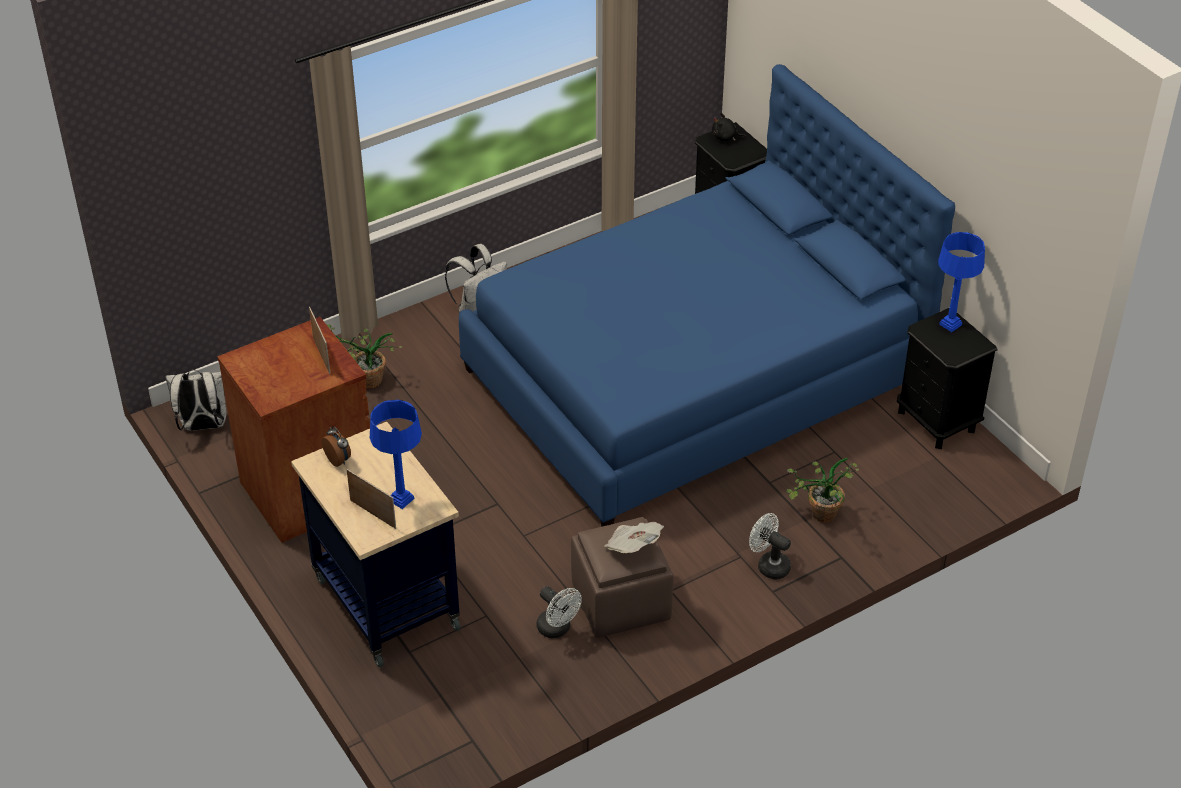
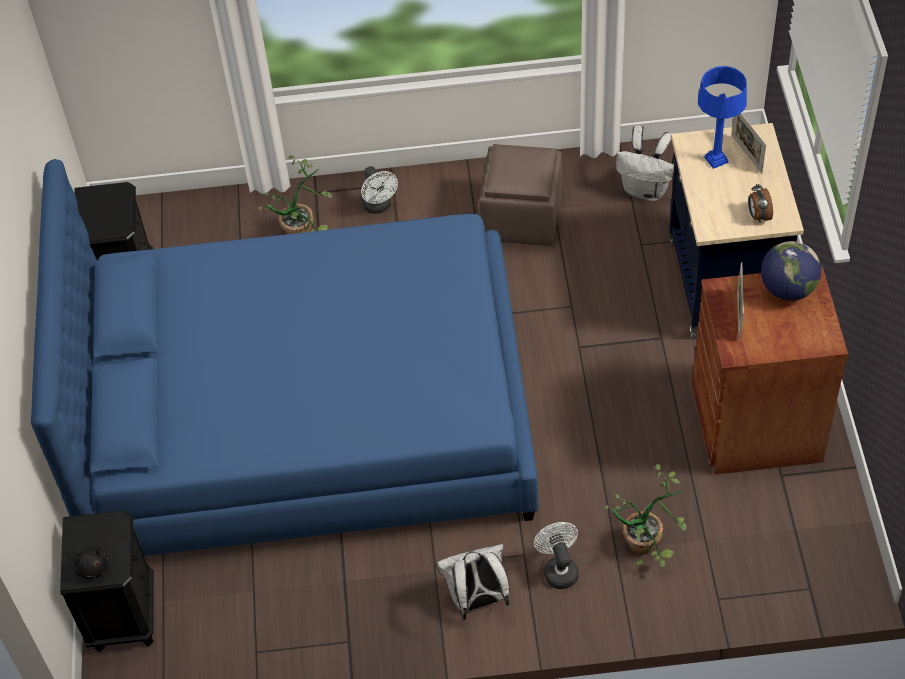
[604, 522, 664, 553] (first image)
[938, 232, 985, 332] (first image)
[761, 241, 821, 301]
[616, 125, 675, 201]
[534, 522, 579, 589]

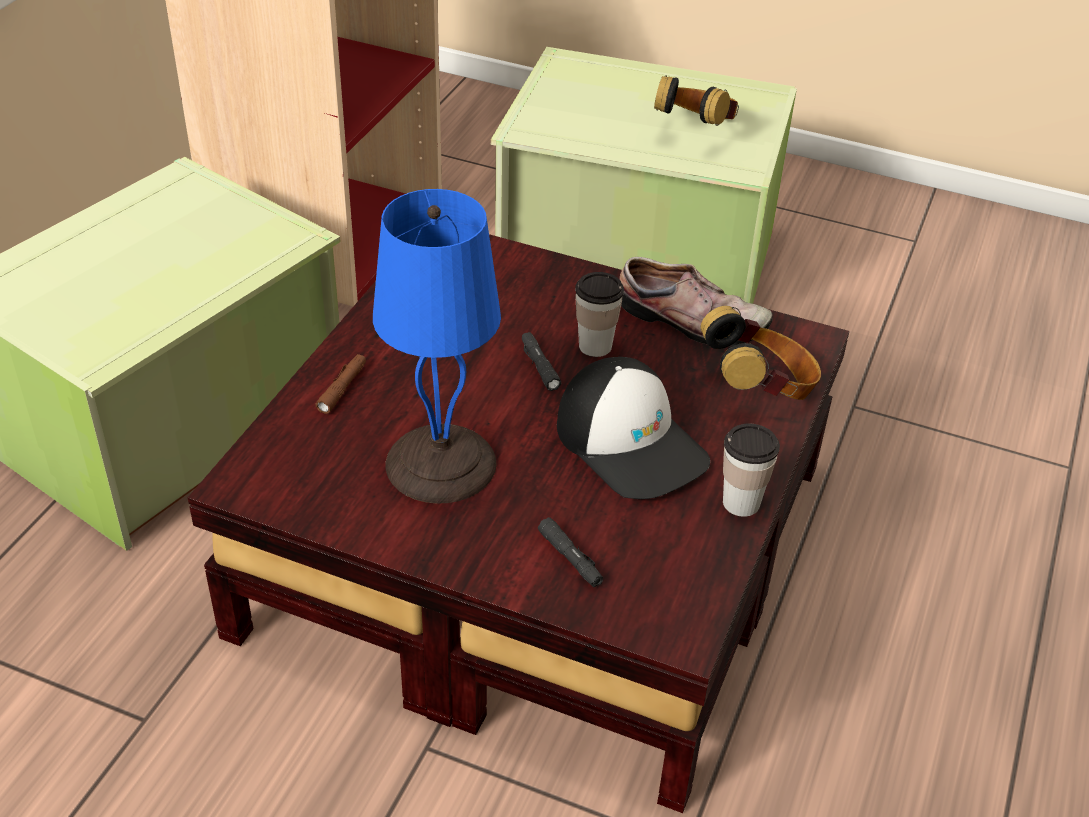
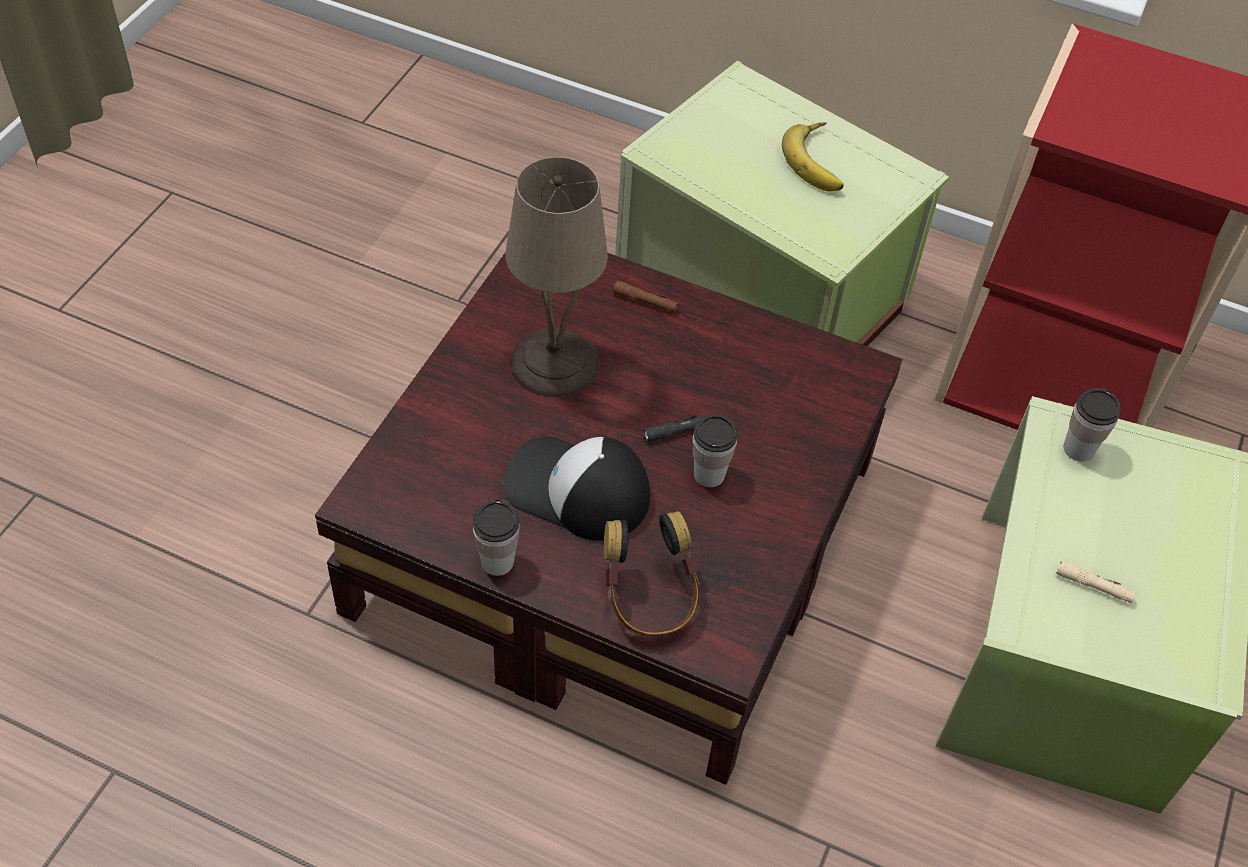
[538, 517, 603, 587] (first image)
[619, 257, 772, 346] (first image)
[782, 122, 844, 192]
[1064, 388, 1121, 462]
[1056, 560, 1137, 603]
[506, 157, 608, 397]
[503, 436, 650, 541]

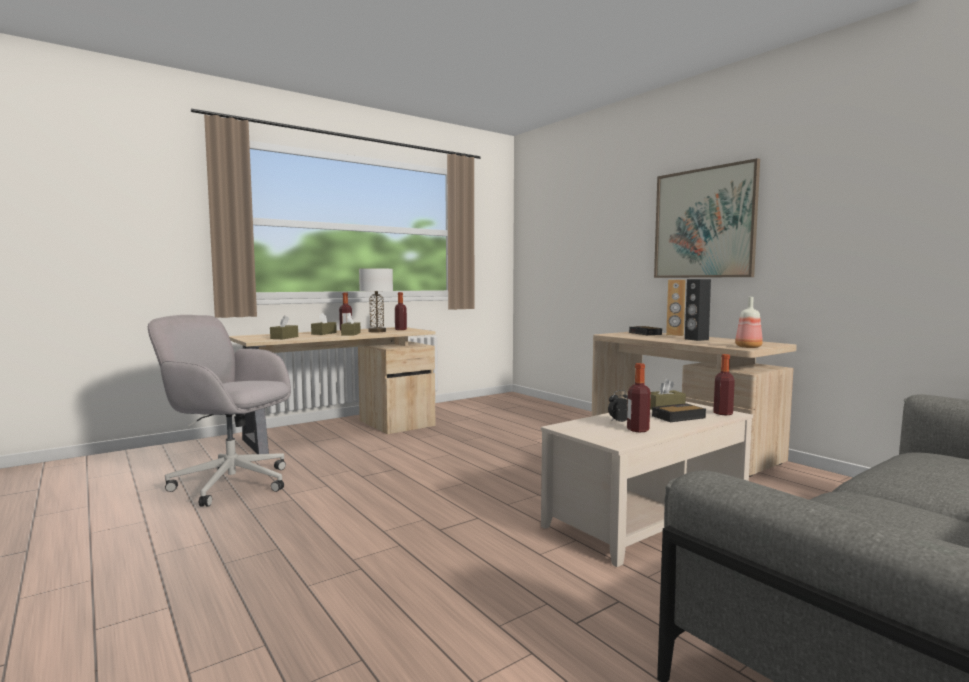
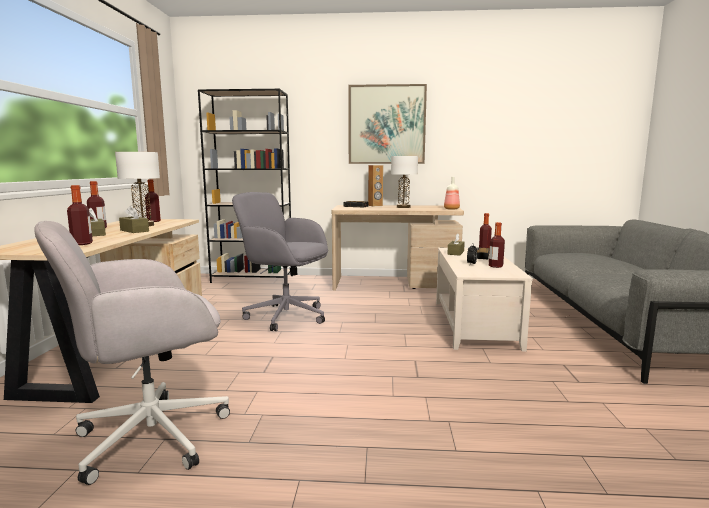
[198, 89, 291, 283]
[232, 192, 328, 331]
[67, 185, 93, 245]
[391, 156, 418, 208]

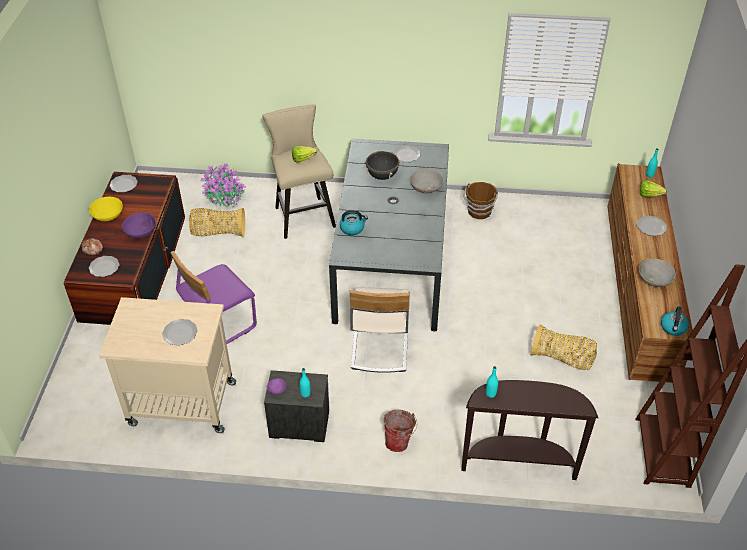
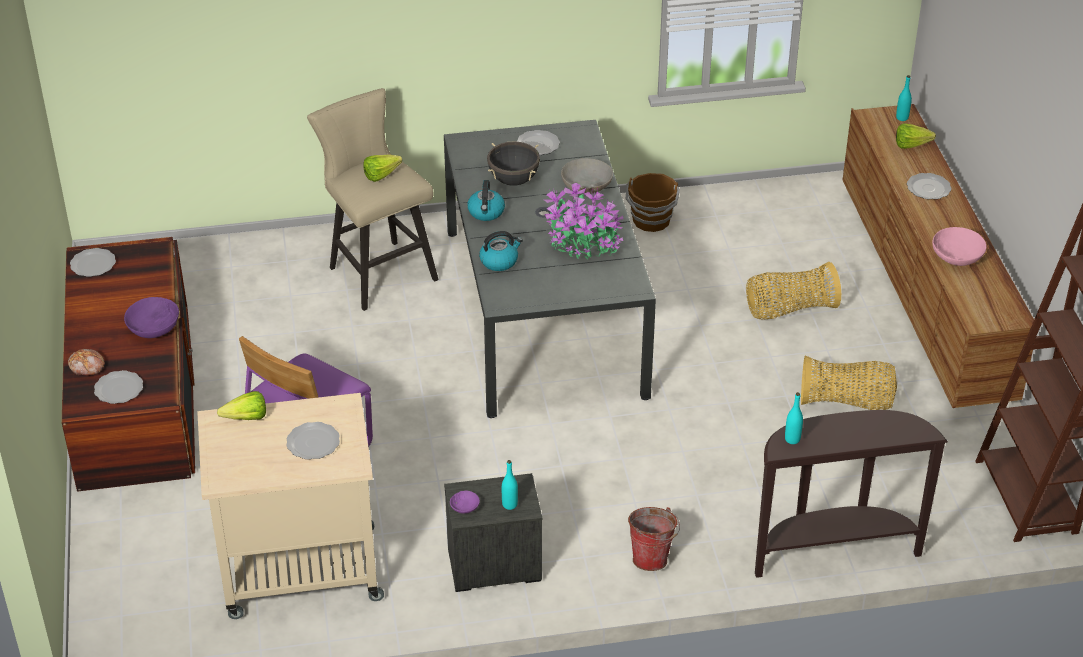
[89, 197, 123, 221] (first image)
[350, 287, 410, 373] (first image)
[217, 391, 266, 420]
[746, 262, 841, 320]
[544, 183, 623, 259]
[467, 180, 505, 221]
[932, 227, 986, 266]

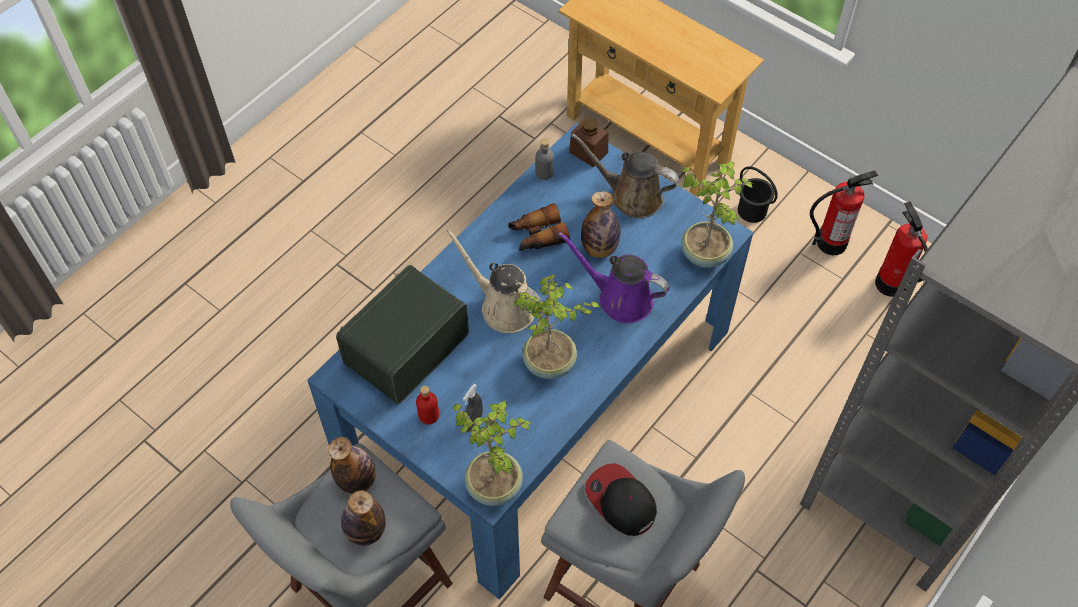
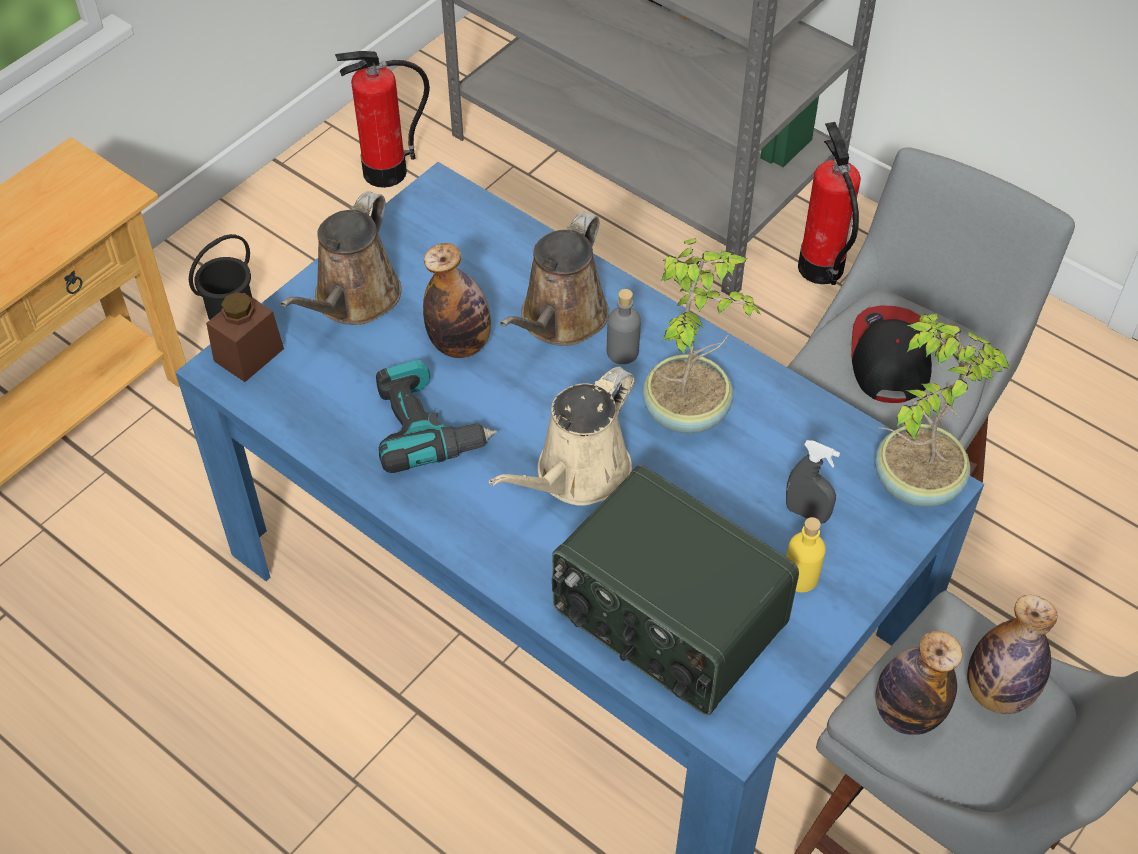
[681, 161, 754, 268] (first image)
[607, 289, 641, 364]
[798, 122, 861, 285]
[376, 360, 497, 473]
[786, 517, 826, 593]
[500, 212, 609, 346]
[852, 305, 932, 403]

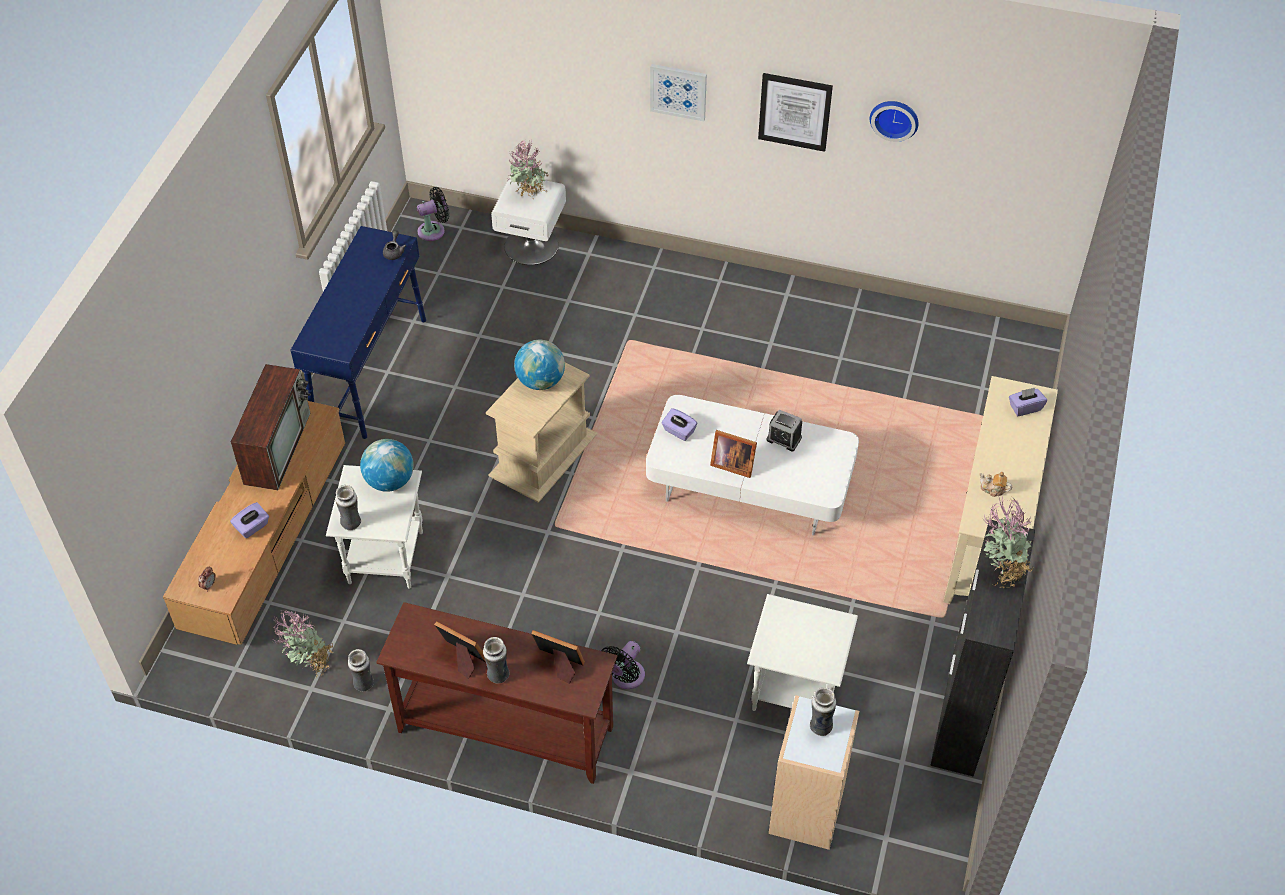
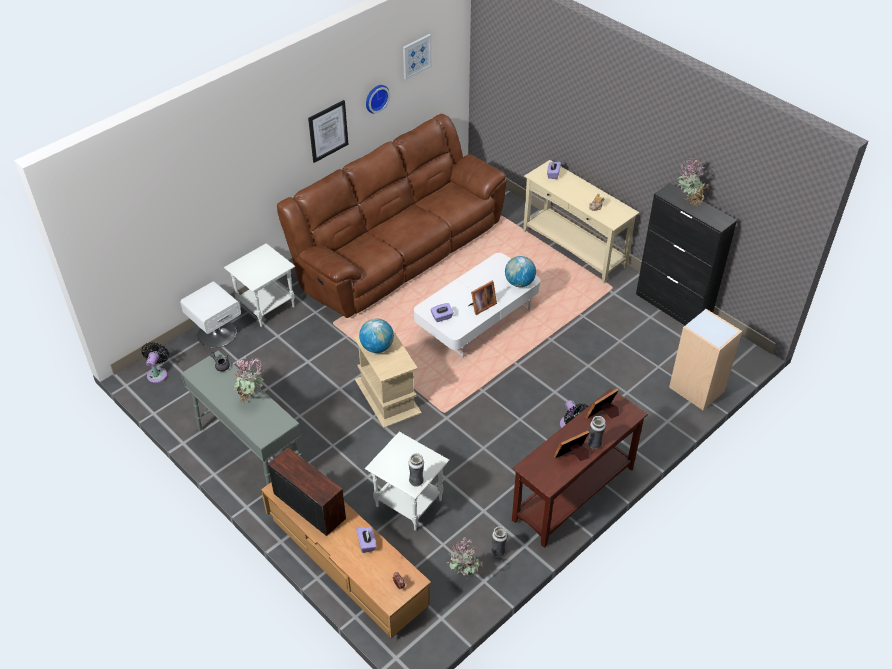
[766, 410, 802, 451] (first image)
[810, 687, 836, 736] (first image)
[277, 114, 507, 318]
[505, 256, 536, 287]
[233, 355, 264, 403]
[403, 34, 432, 80]
[224, 243, 295, 327]
[181, 350, 301, 485]

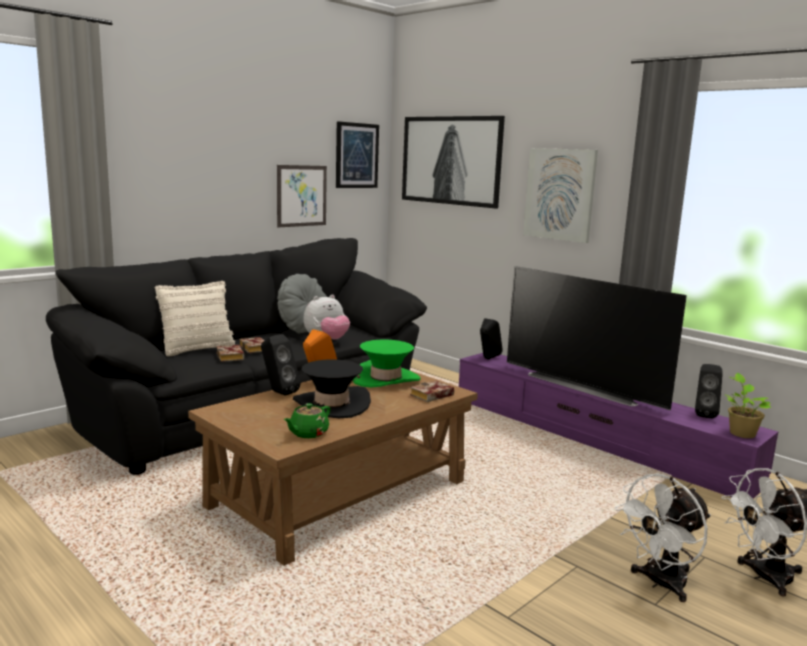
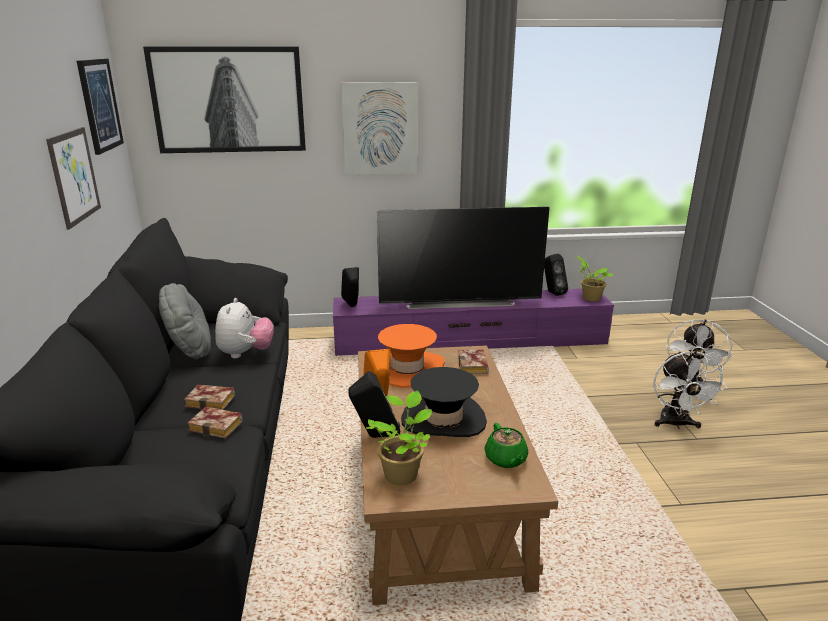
[155, 281, 235, 356] (first image)
[366, 390, 432, 485]
[378, 324, 445, 388]

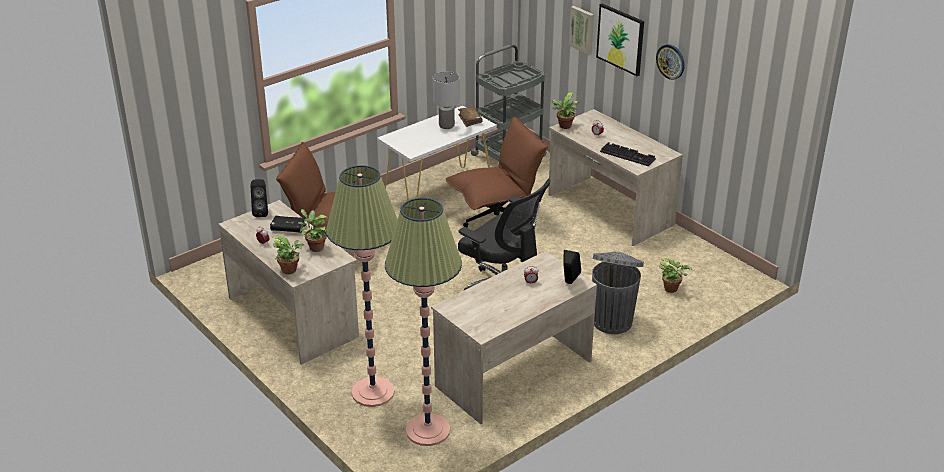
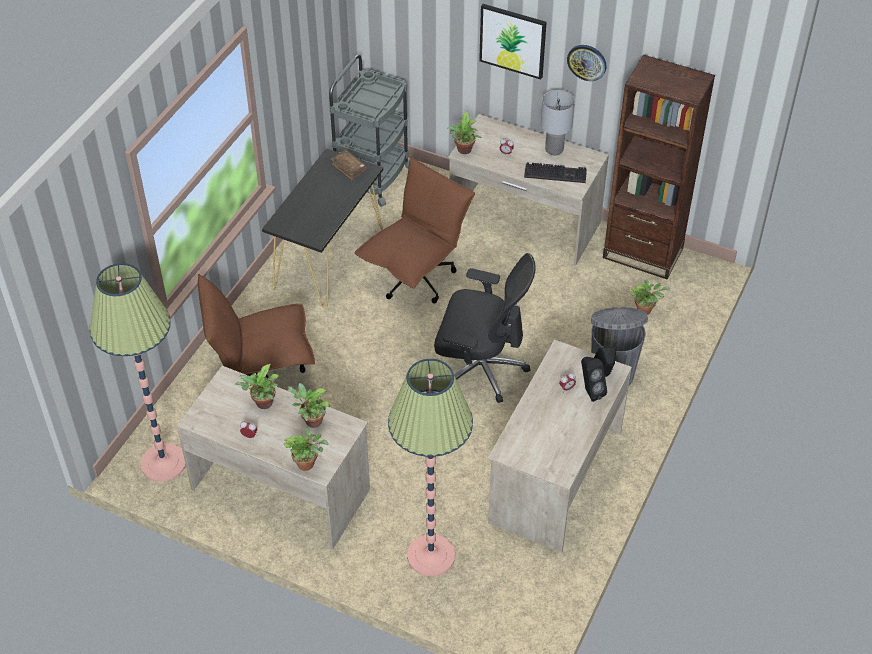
[569, 6, 594, 55] (first image)
[603, 55, 715, 279]
[581, 357, 607, 402]
[89, 263, 186, 482]
[541, 90, 575, 156]
[235, 364, 280, 409]
[262, 148, 383, 308]

